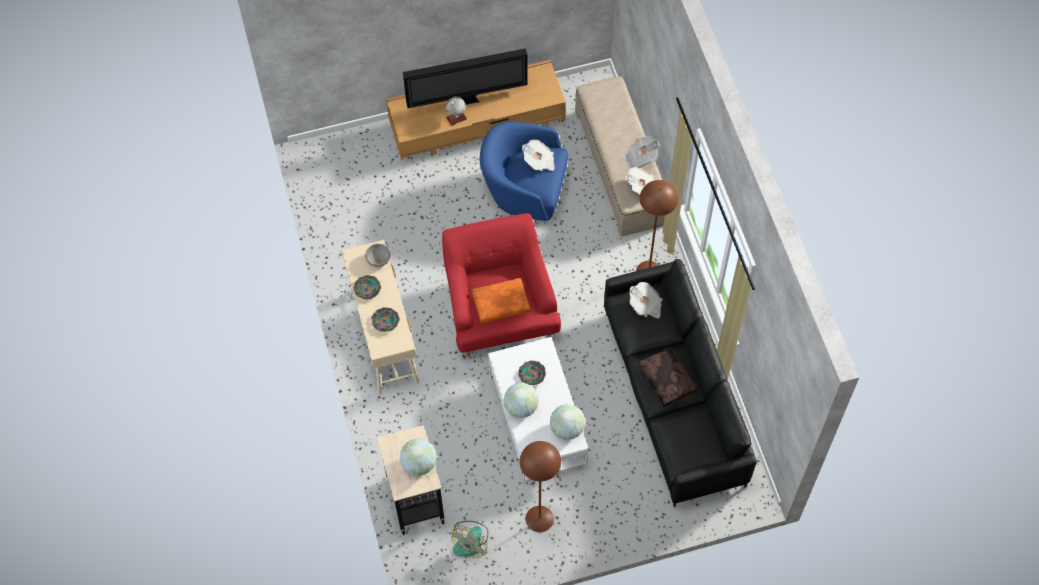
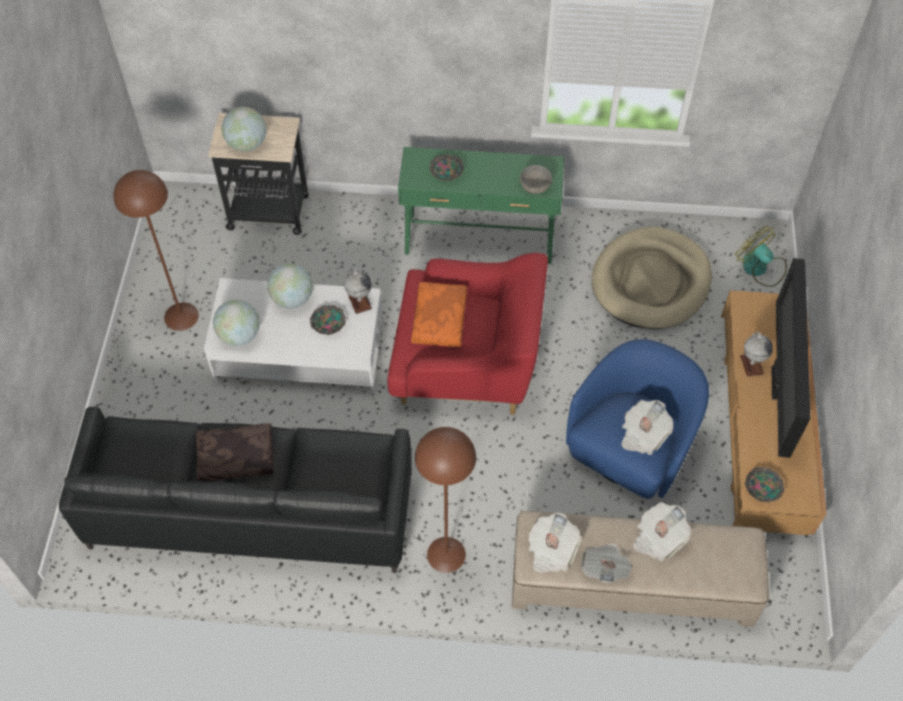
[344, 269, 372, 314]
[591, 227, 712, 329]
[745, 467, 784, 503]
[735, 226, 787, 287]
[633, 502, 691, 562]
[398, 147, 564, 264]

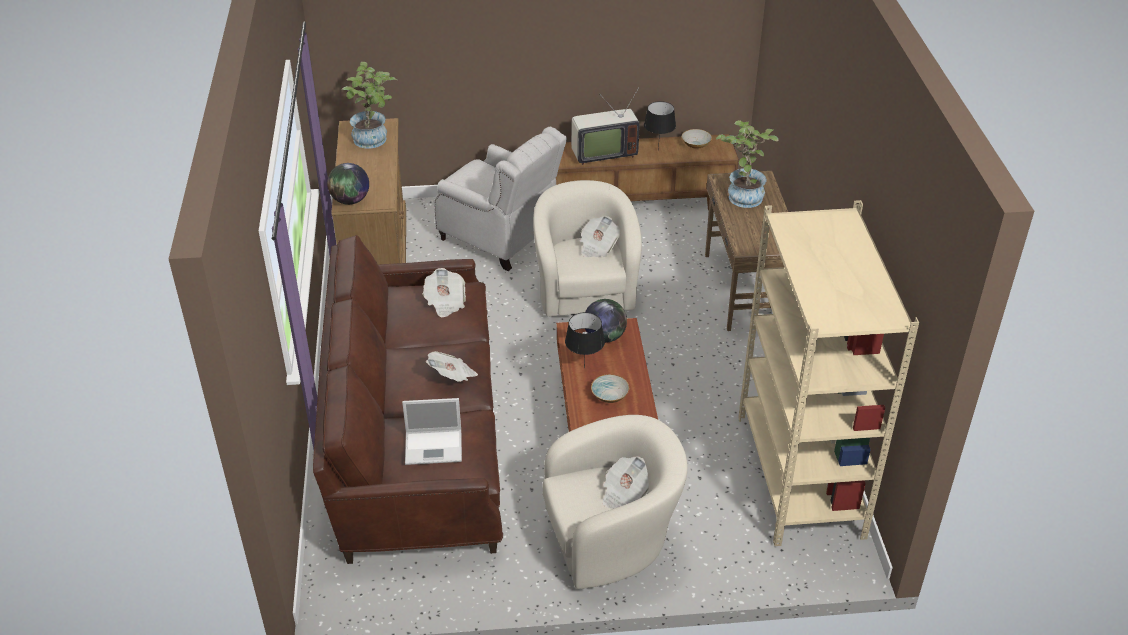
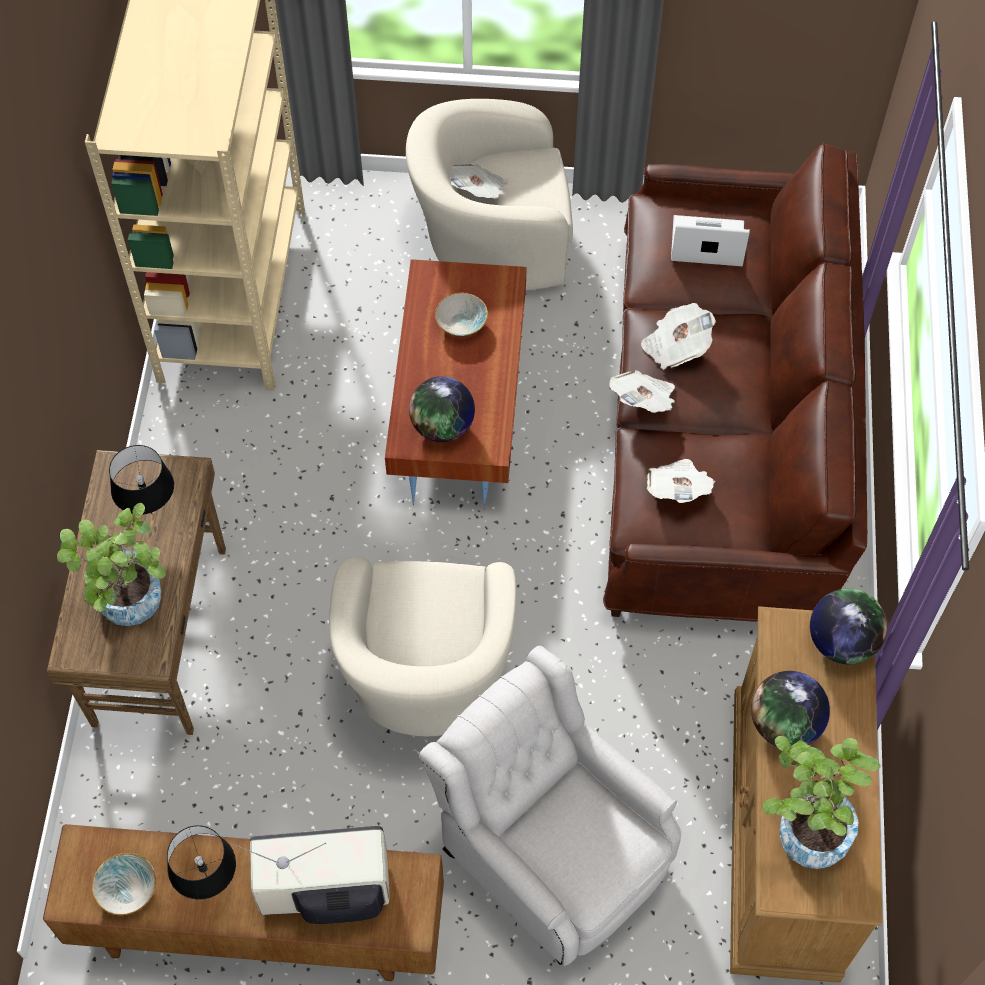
[751, 671, 830, 746]
[109, 445, 174, 515]
[609, 370, 675, 413]

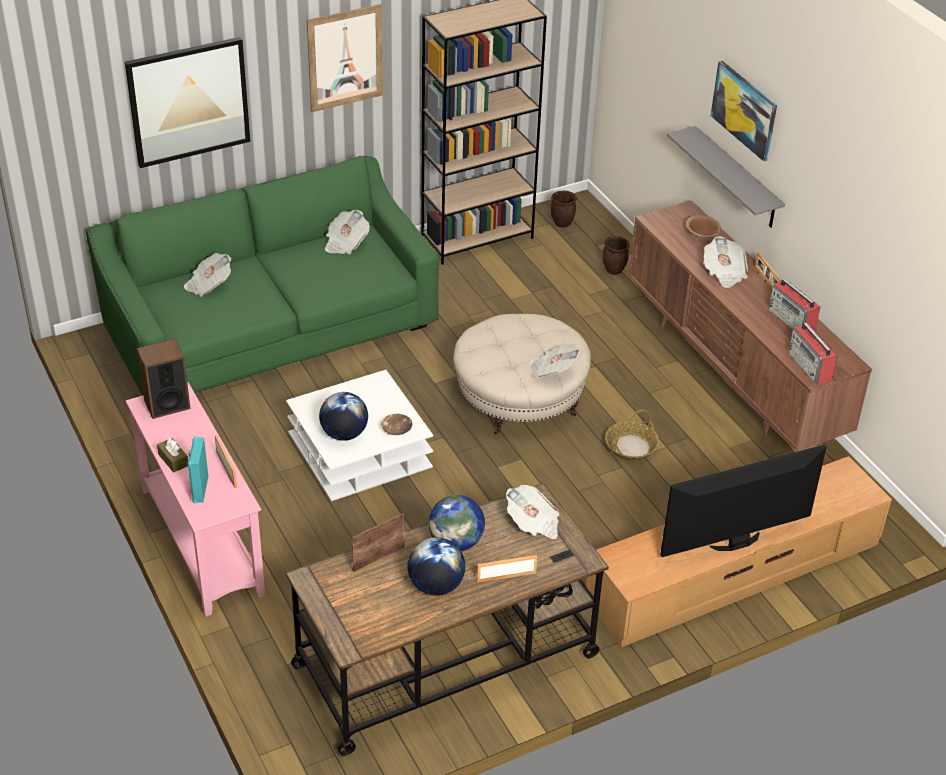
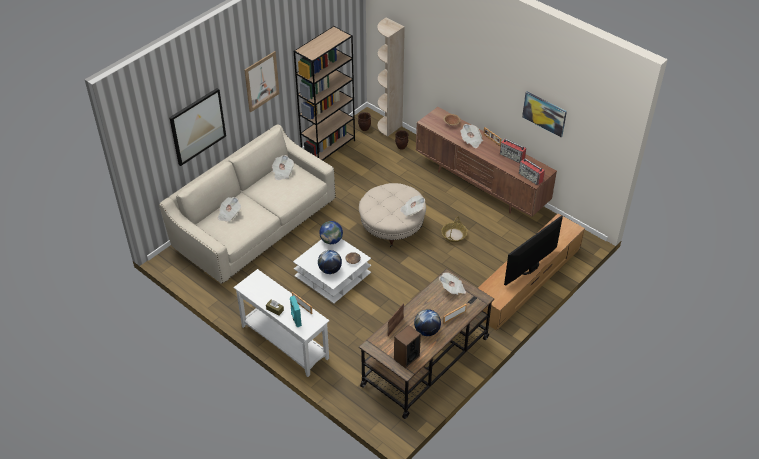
[667, 126, 785, 228] (first image)
[377, 18, 405, 137]
[394, 325, 421, 368]
[319, 221, 343, 244]
[522, 92, 567, 137]
[159, 124, 336, 284]
[234, 269, 329, 377]

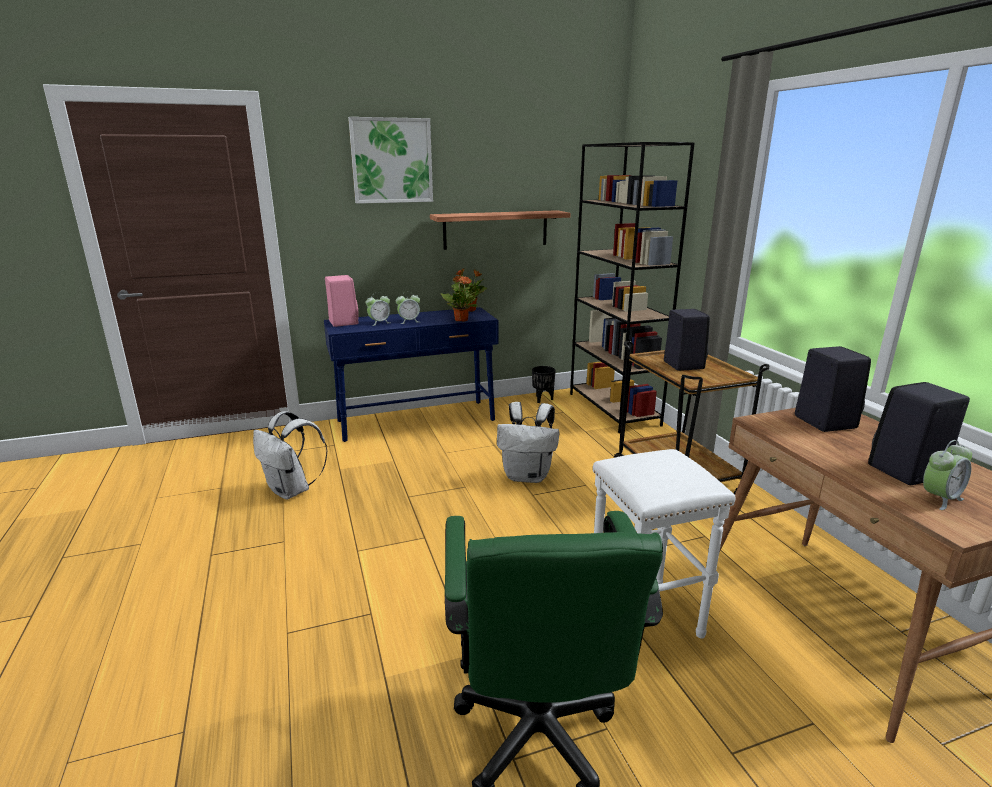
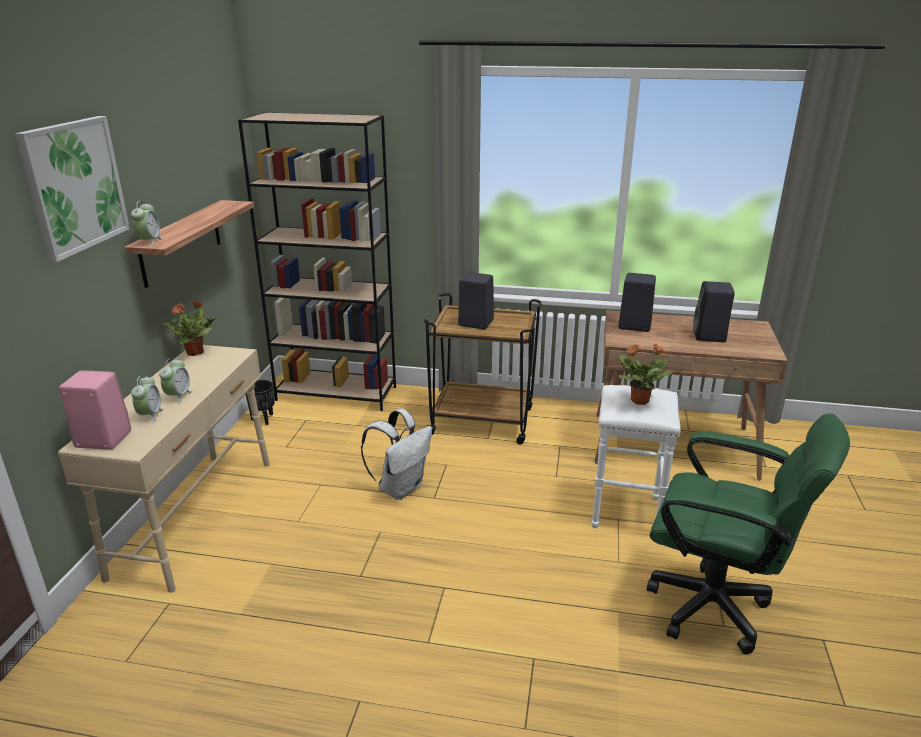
[253, 411, 328, 499] (first image)
[618, 344, 672, 405]
[131, 200, 163, 246]
[58, 345, 270, 593]

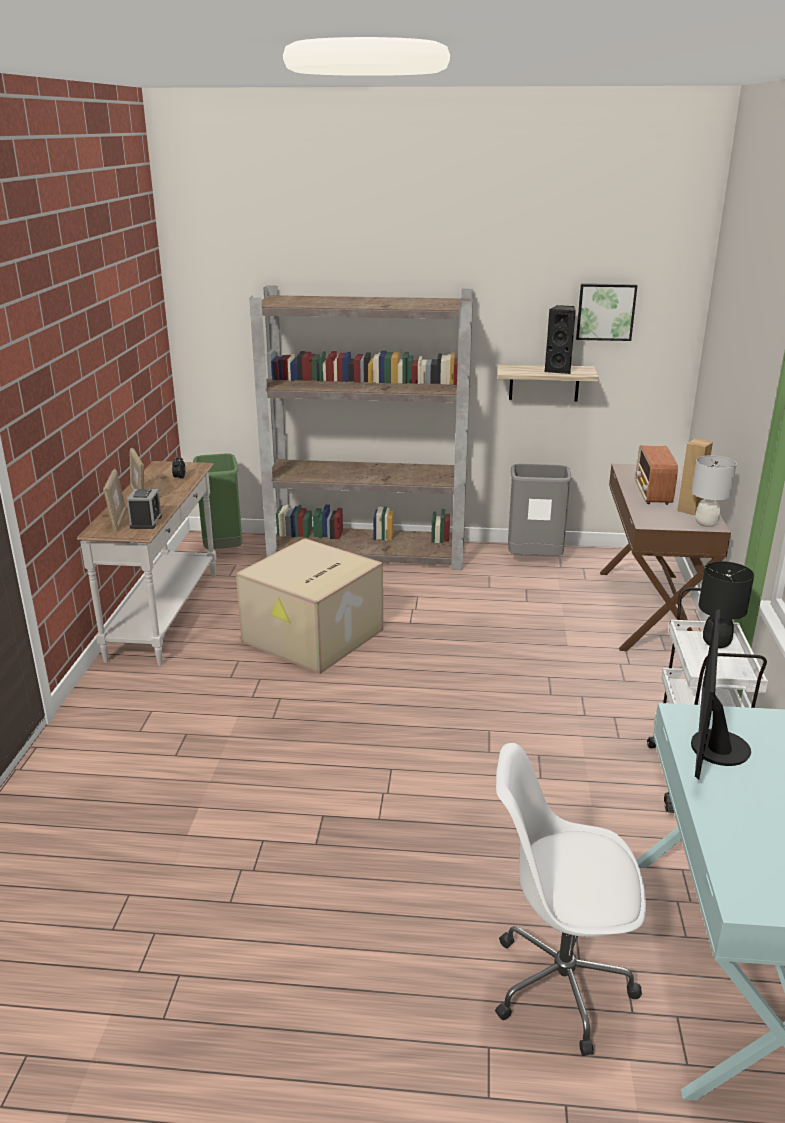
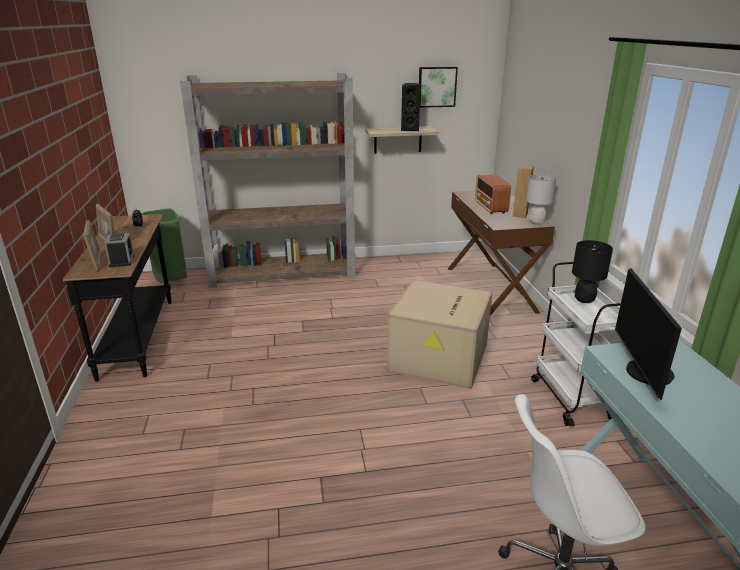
[508, 464, 572, 556] (first image)
[387, 279, 493, 389]
[63, 214, 171, 382]

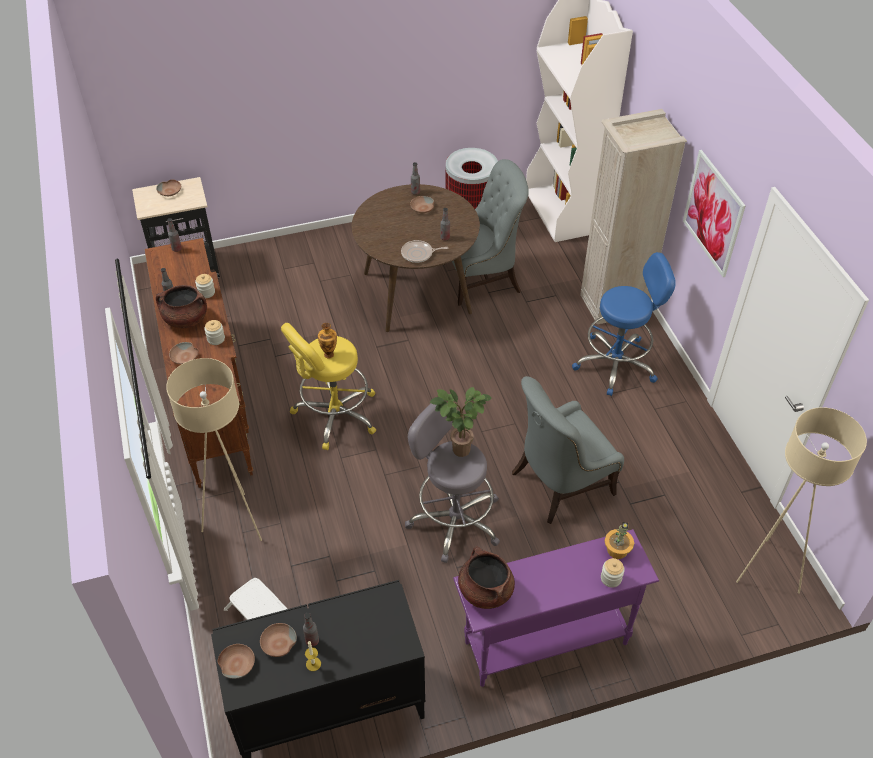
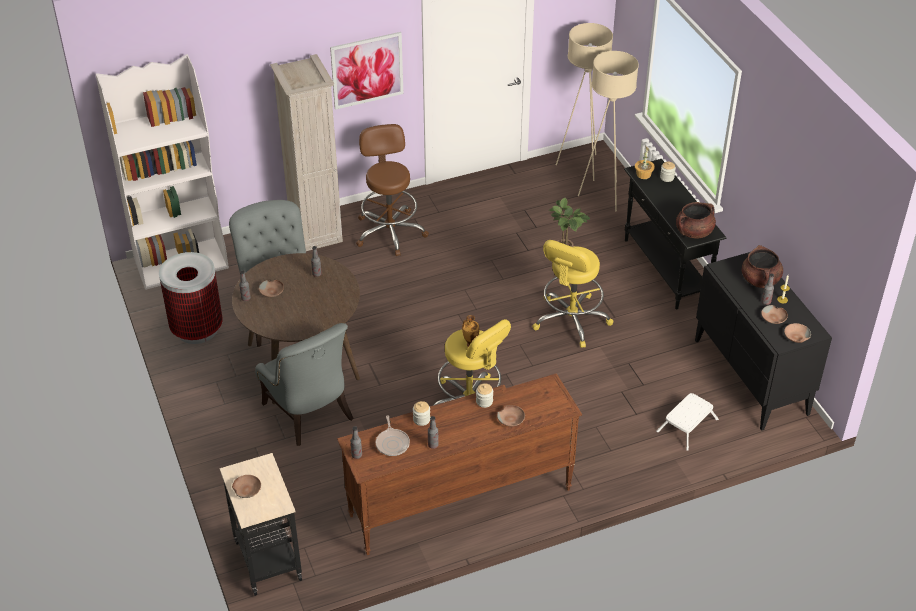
[741, 245, 783, 288]
[578, 51, 639, 211]
[376, 415, 410, 456]
[255, 323, 354, 446]
[532, 240, 613, 348]
[624, 159, 726, 309]
[356, 124, 429, 256]

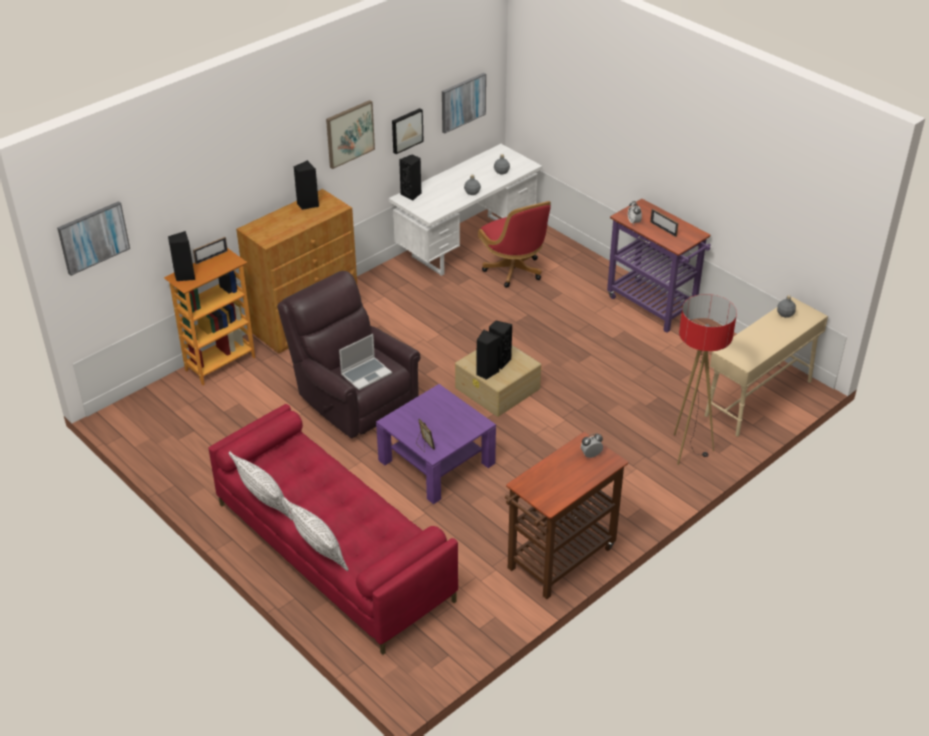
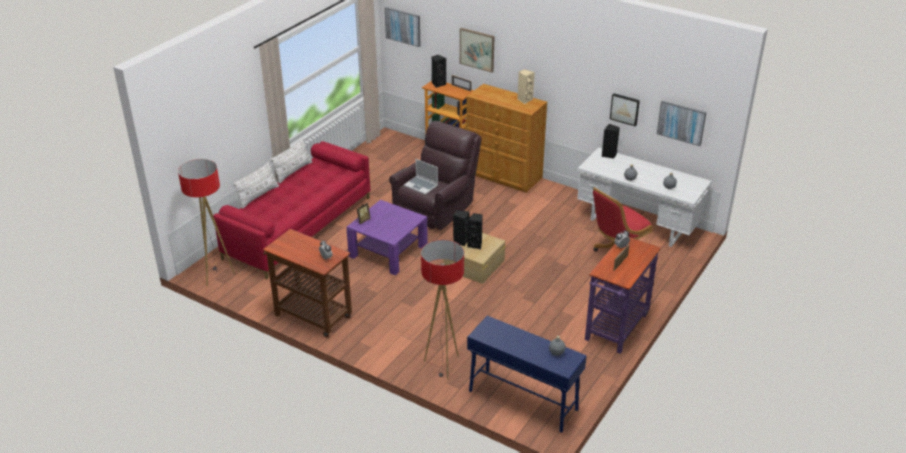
[178, 159, 235, 287]
[460, 28, 495, 73]
[517, 69, 535, 104]
[467, 316, 586, 433]

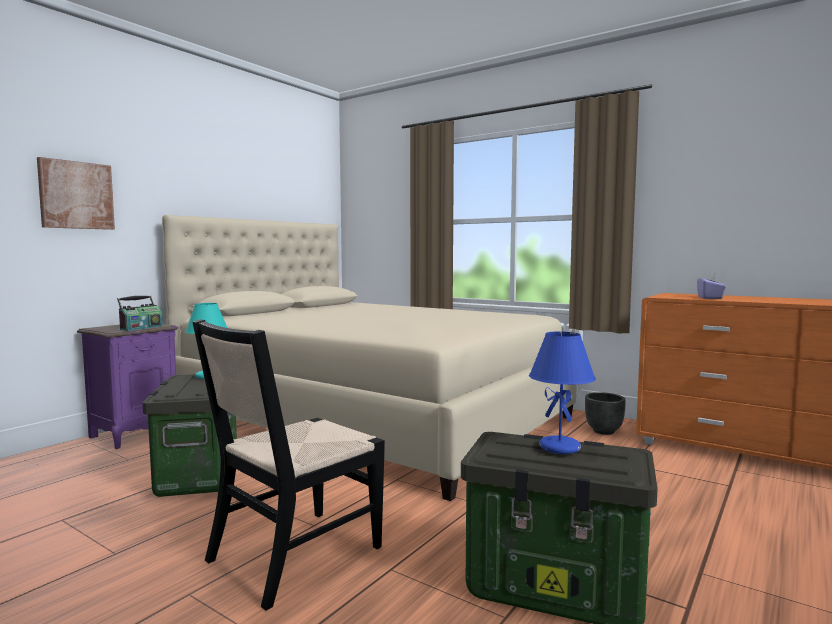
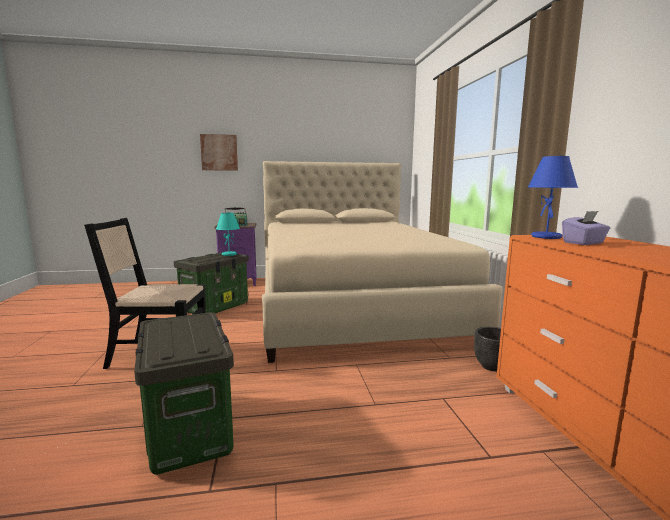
[528, 156, 578, 239]

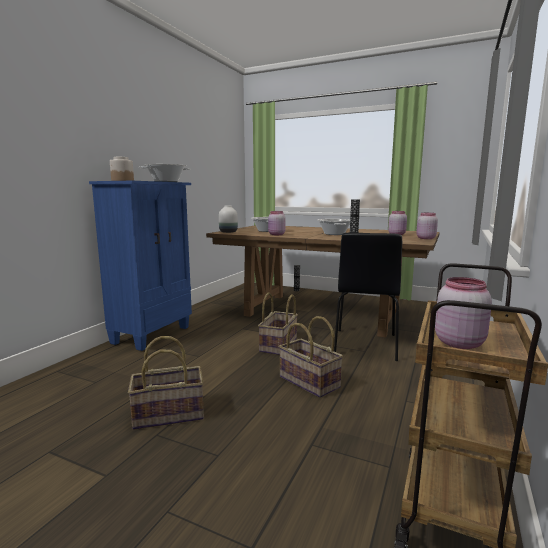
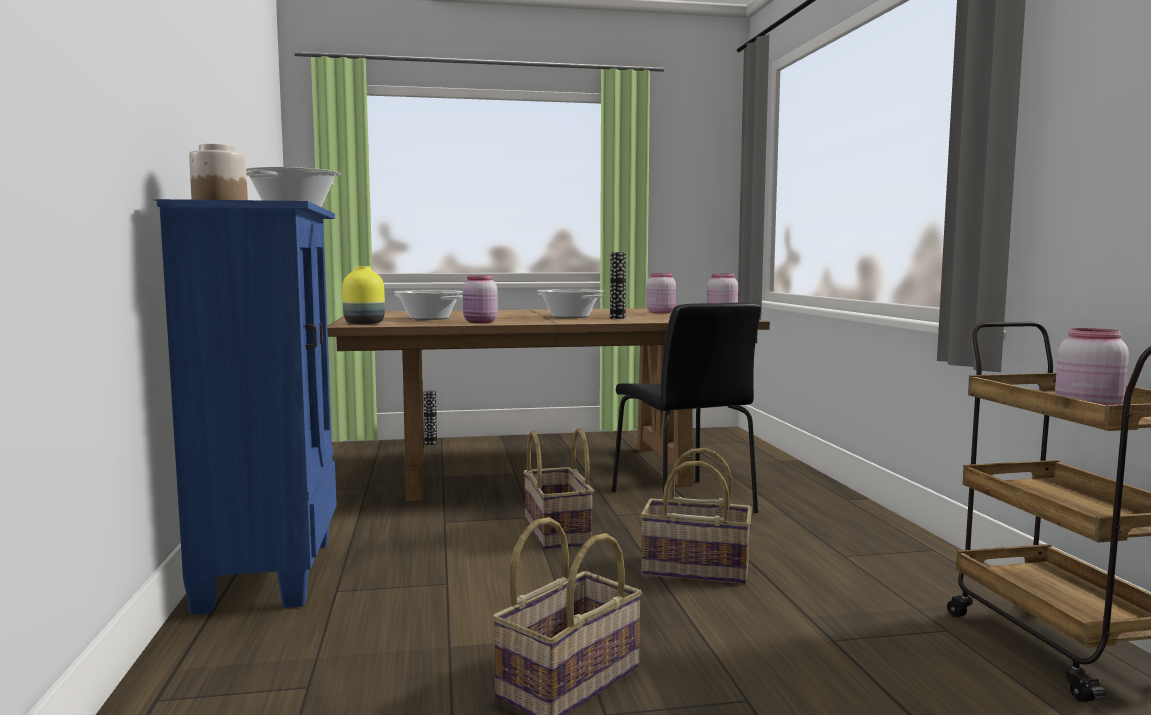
[342, 266, 385, 324]

